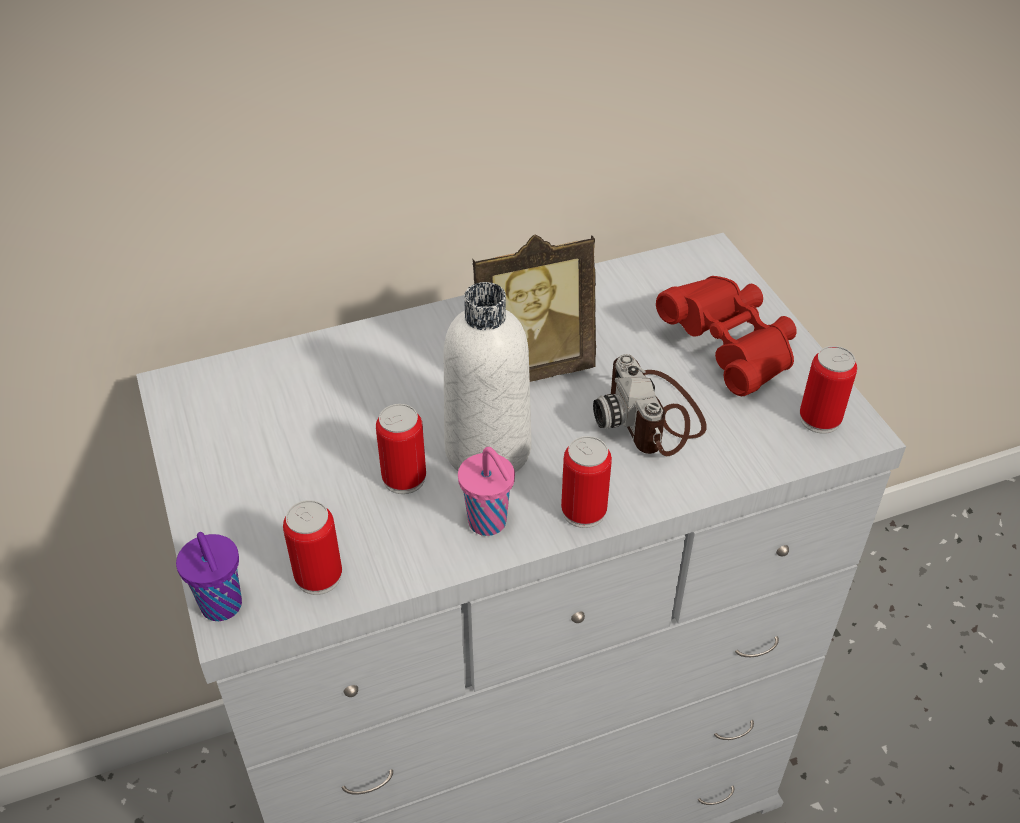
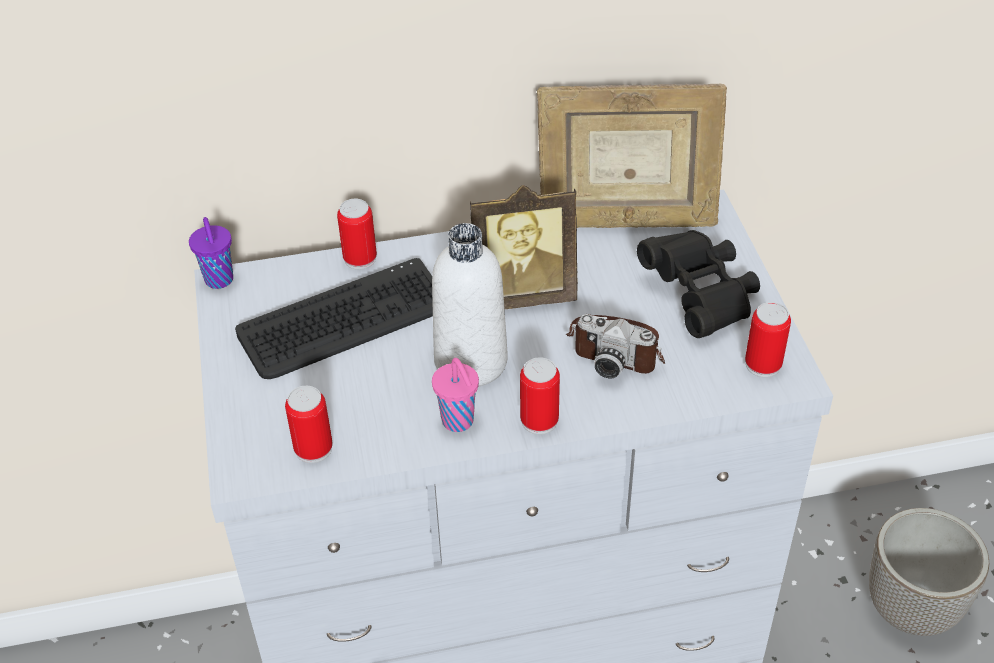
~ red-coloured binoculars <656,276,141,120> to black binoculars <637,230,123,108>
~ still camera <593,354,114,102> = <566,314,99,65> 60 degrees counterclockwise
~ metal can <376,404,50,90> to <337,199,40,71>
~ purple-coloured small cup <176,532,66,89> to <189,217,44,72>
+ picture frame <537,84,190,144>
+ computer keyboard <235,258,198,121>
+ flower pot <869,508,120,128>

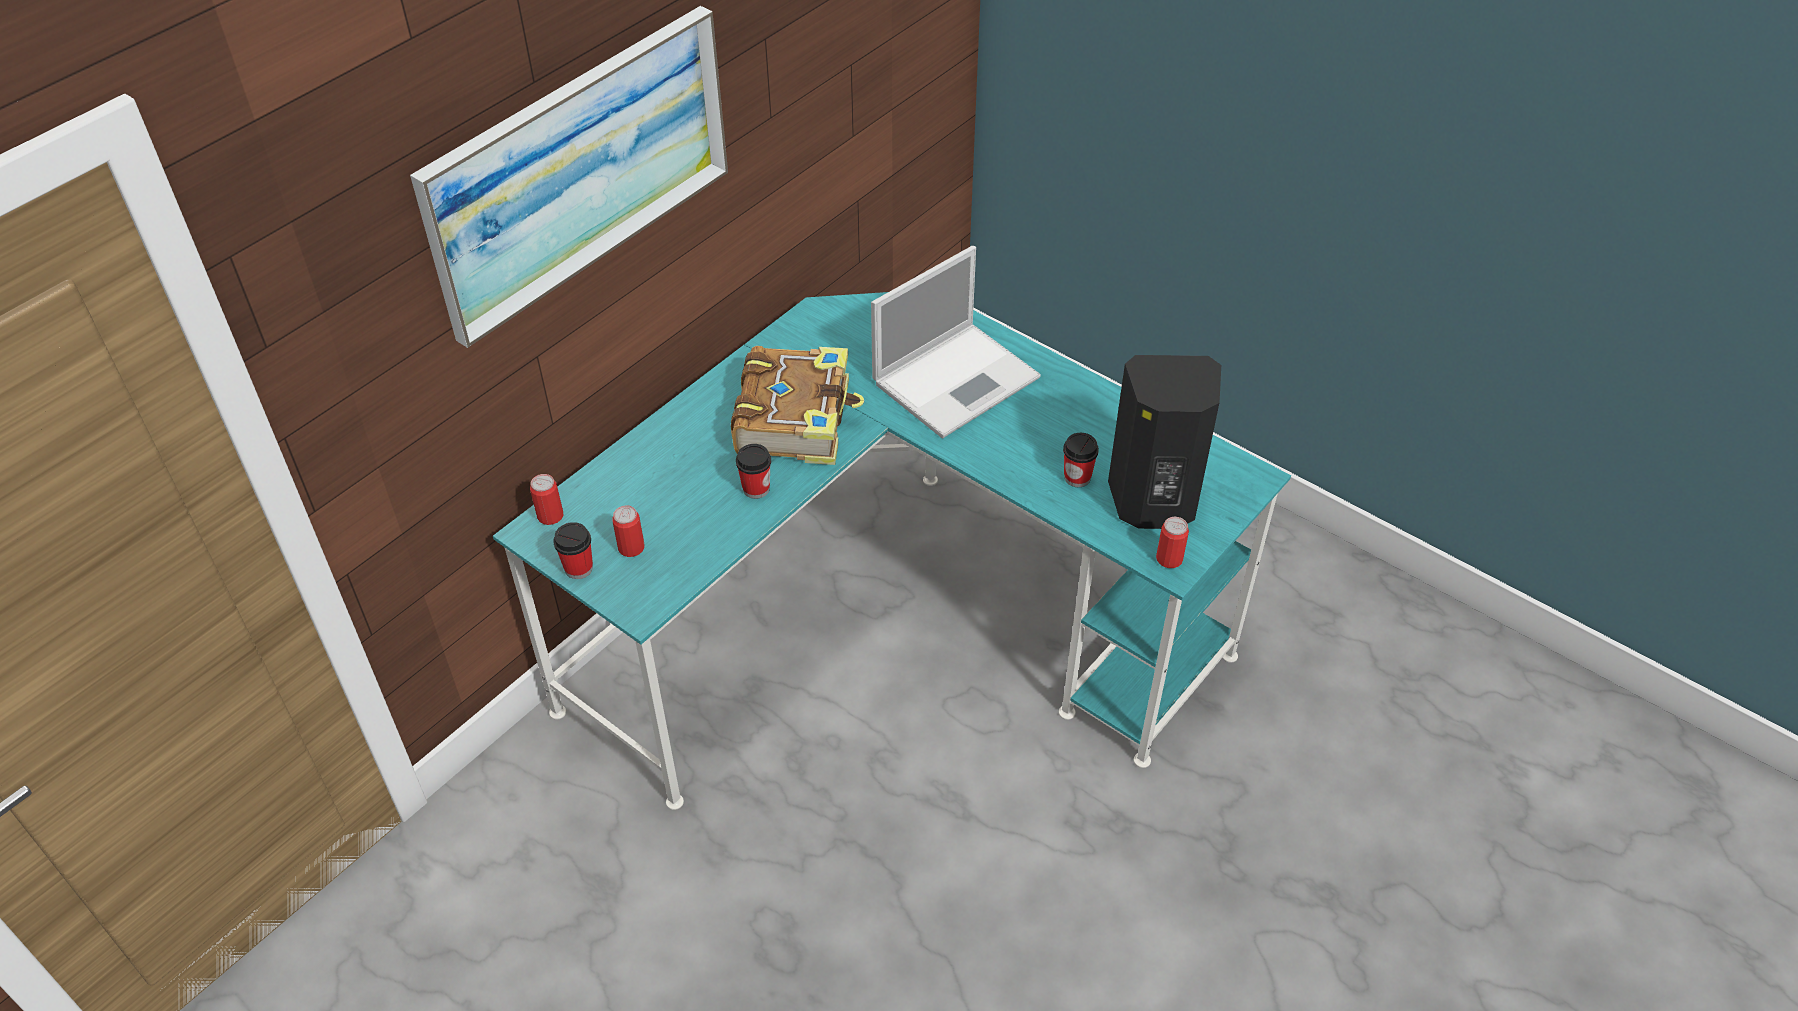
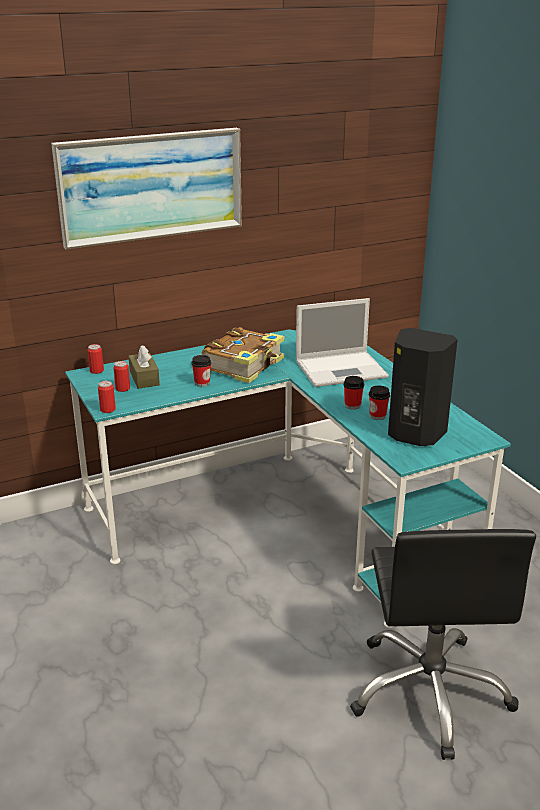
~ metal can <1156,517,33,51> to <98,381,18,32>
~ small cup <553,522,40,57> to <343,376,21,34>
+ brown-coloured tissue box <128,345,32,44>
+ black office chair <350,529,186,231>

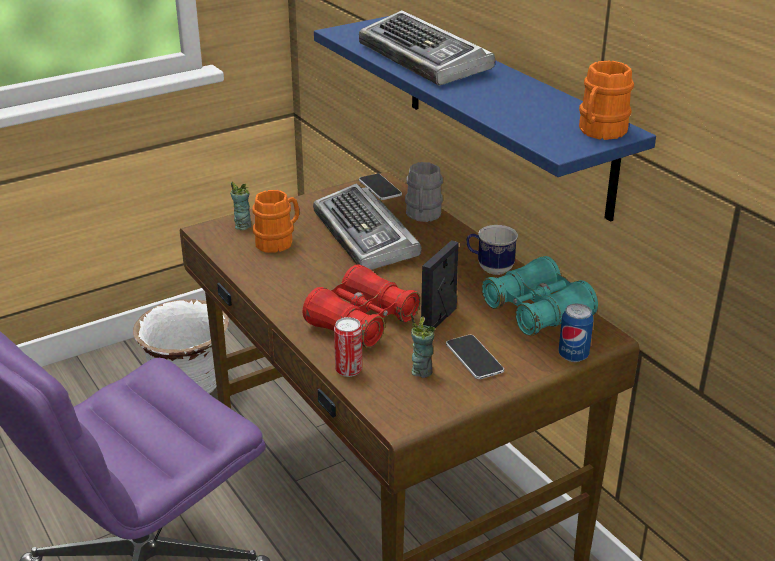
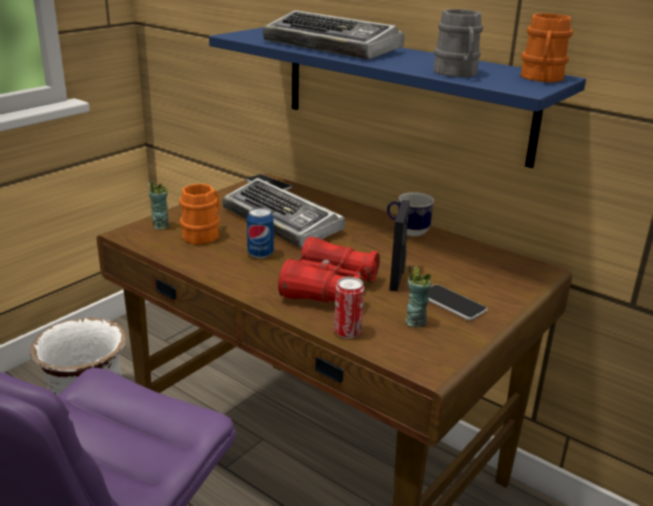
~ gray tea mug <405,162,38,60> to <434,9,49,68>
- turquoise binoculars <481,256,117,80>
~ metal can <559,303,34,59> to <247,207,27,51>

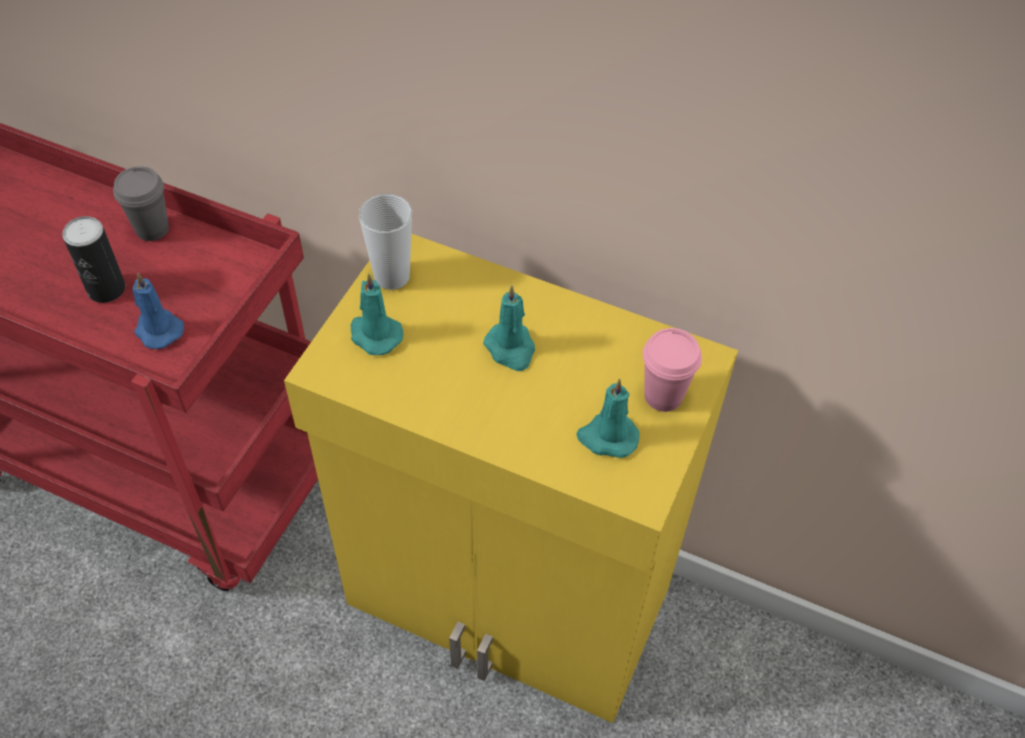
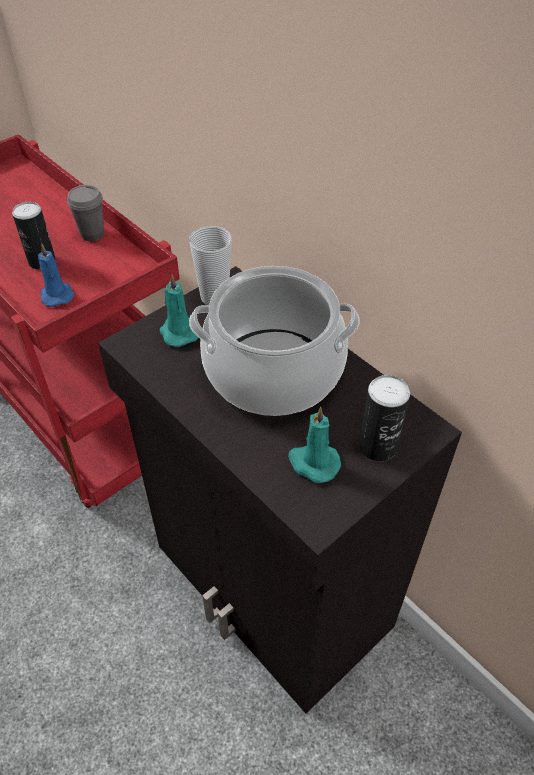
~ yellow-coloured cabinet <284,234,454,489> to black cabinet <98,266,364,448>
~ turquoise wax light <483,285,52,86> to saucepot <189,266,171,150>
~ pink small cup <643,328,59,84> to metal can <359,375,51,86>

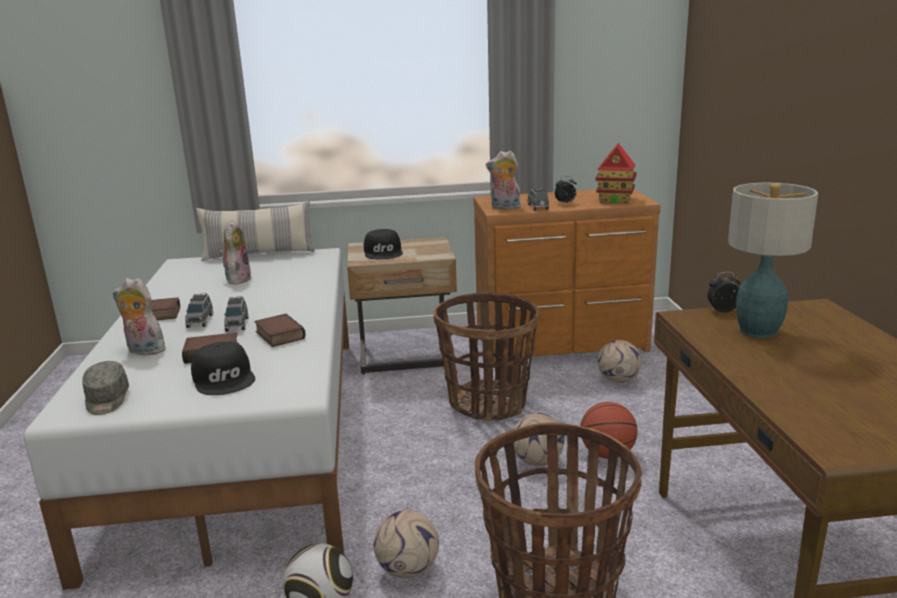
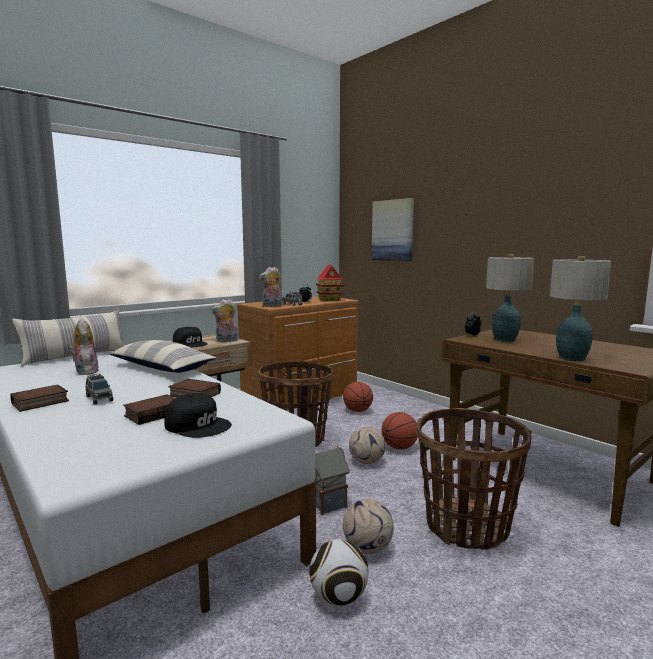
~ cuddly toy <113,278,53,77> to <211,299,27,43>
- gray toy car <224,296,25,36>
~ ball for football <597,340,45,43> to ball for basketball <343,382,30,30>
- gray cap <82,361,47,54>
+ wall art <372,198,42,63>
+ tabletop lamp <550,257,61,104>
+ cushion <109,340,107,33>
+ model house <314,446,36,69>

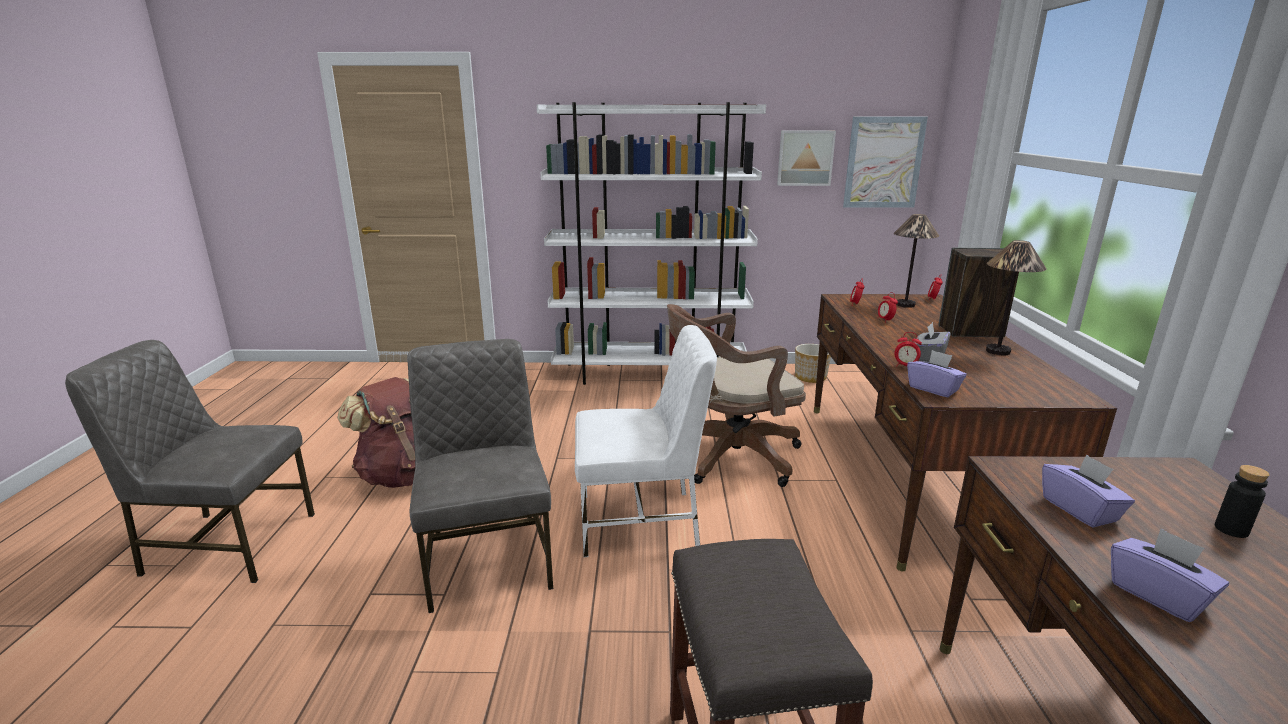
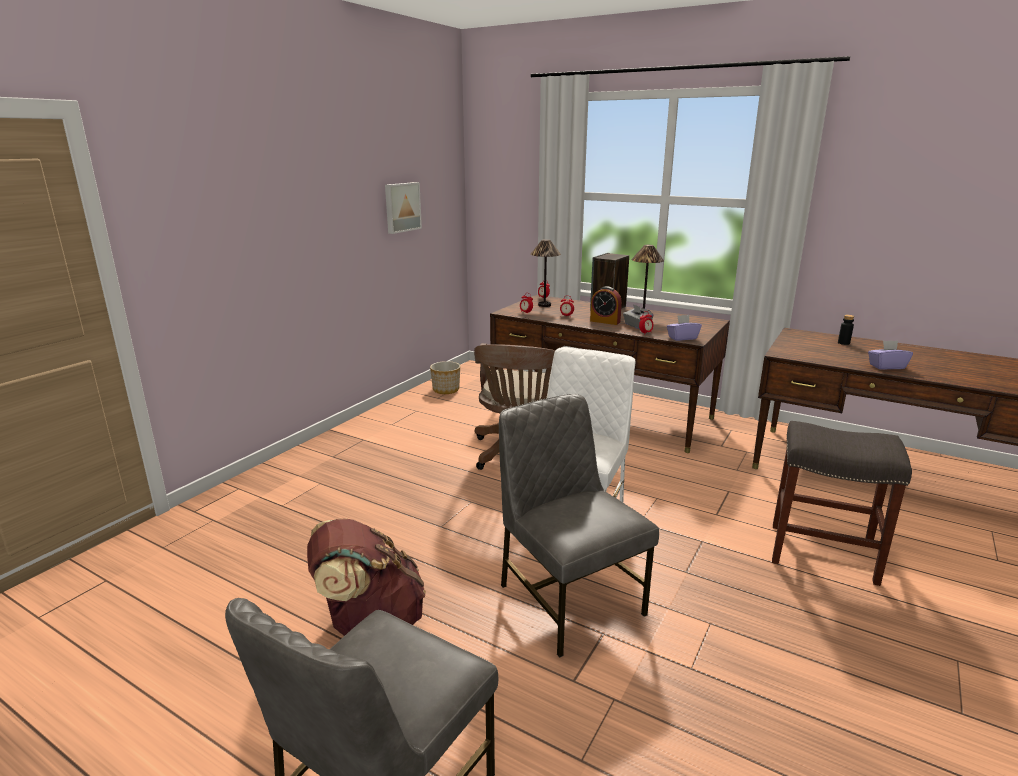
- white-coloured shelving unit <537,102,229,283>
- wall art <843,117,85,91>
~ gray plain chair <407,339,146,274> = <499,394,160,264> 45 degrees clockwise
- purple-coloured tissue box <1042,454,93,73>
+ bedside clock <590,286,32,39>

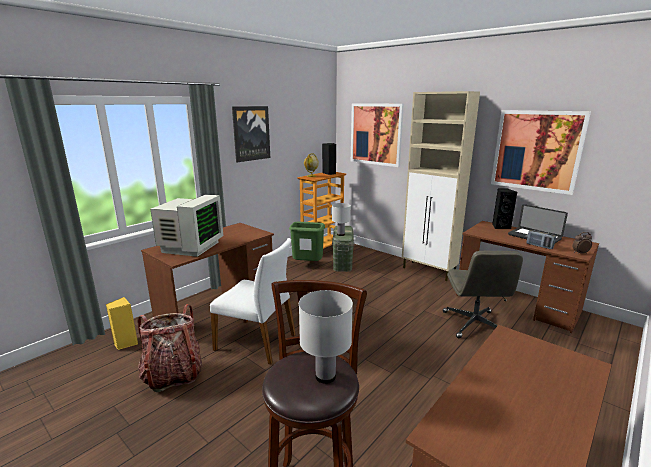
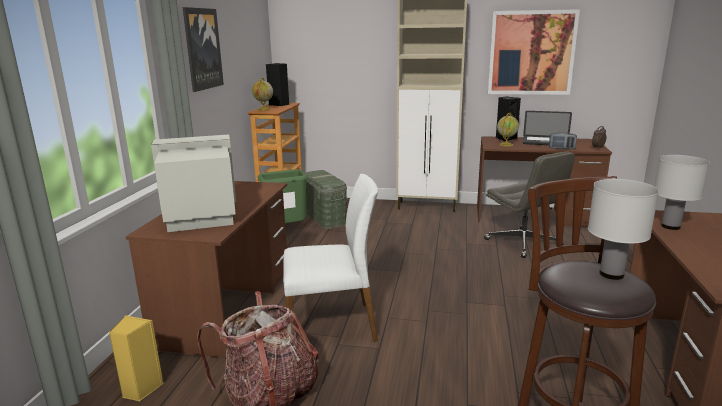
- wall art <351,103,53,64>
~ monitor <150,194,73,63> = <151,134,85,98> 90 degrees counterclockwise
~ white-coloured tabletop lamp <332,203,19,33> to <654,155,56,75>
+ world globe <497,113,22,33>

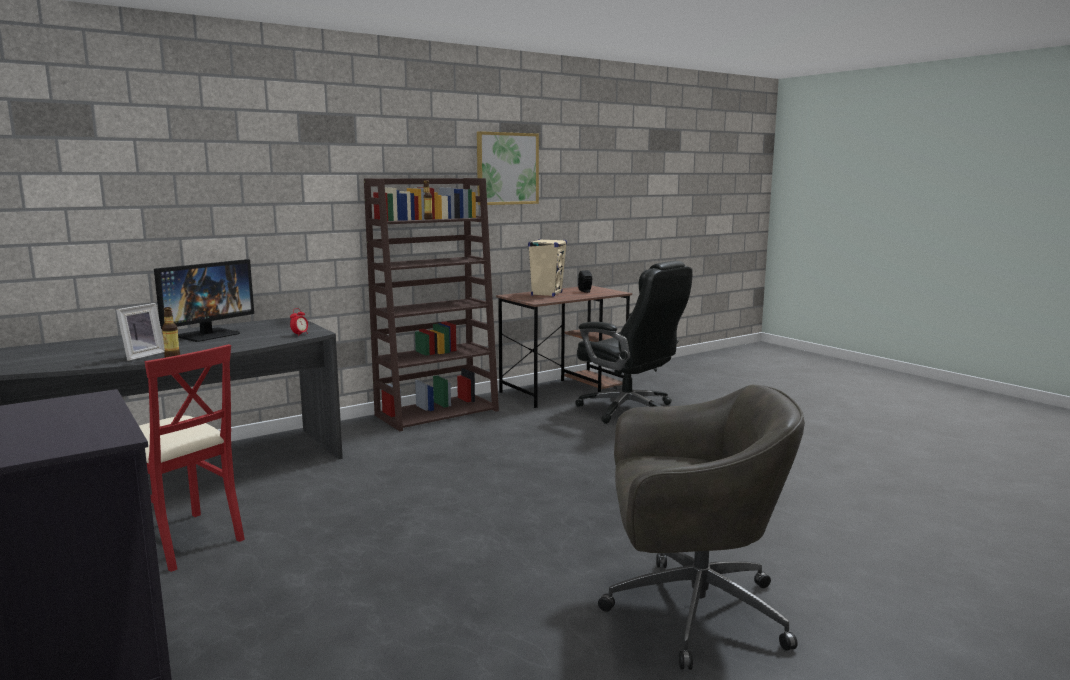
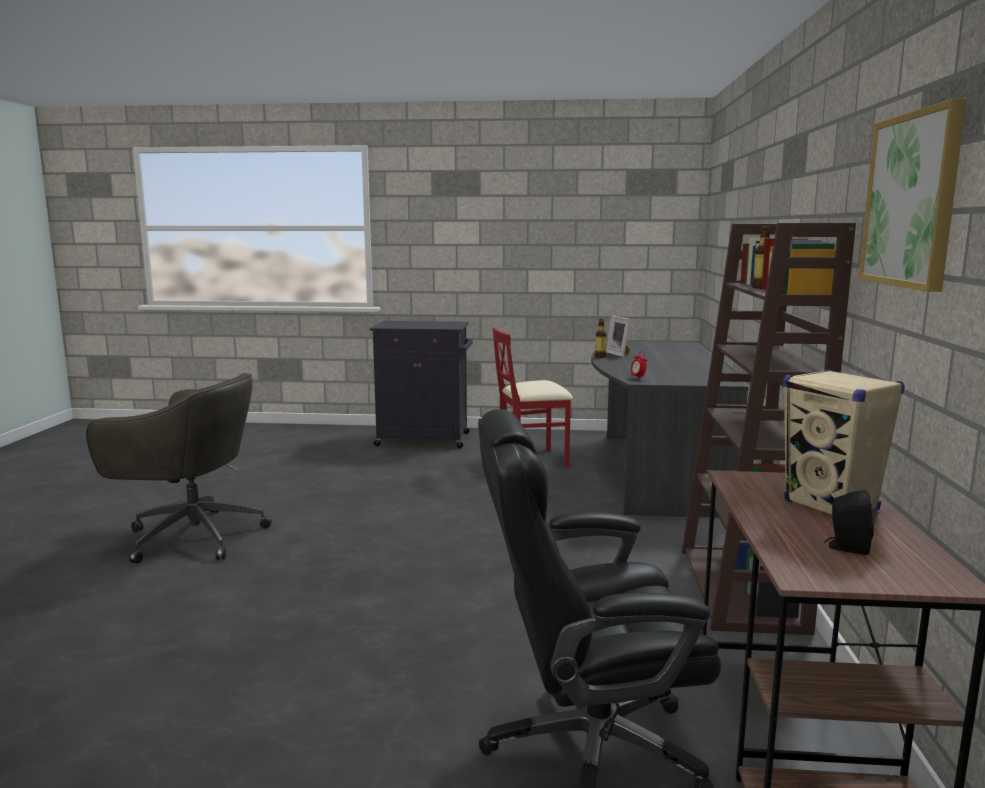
- monitor <154,259,100,83>
~ gray office chair <598,385,207,285> = <86,373,186,190> 120 degrees counterclockwise

